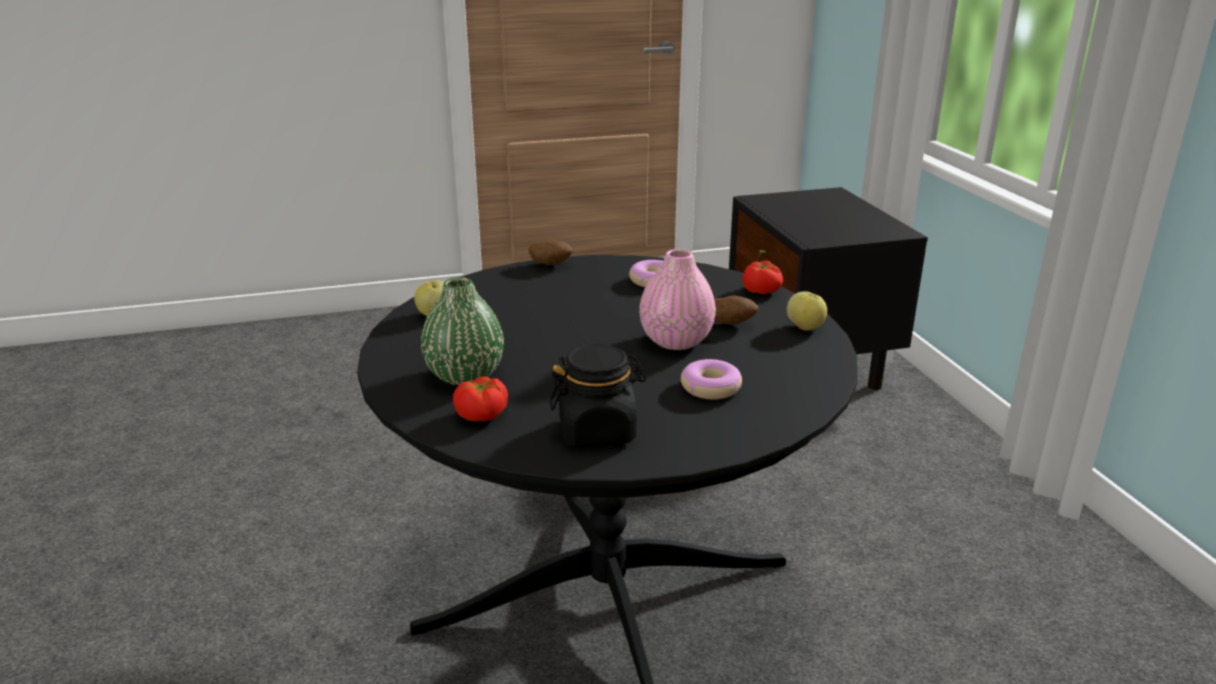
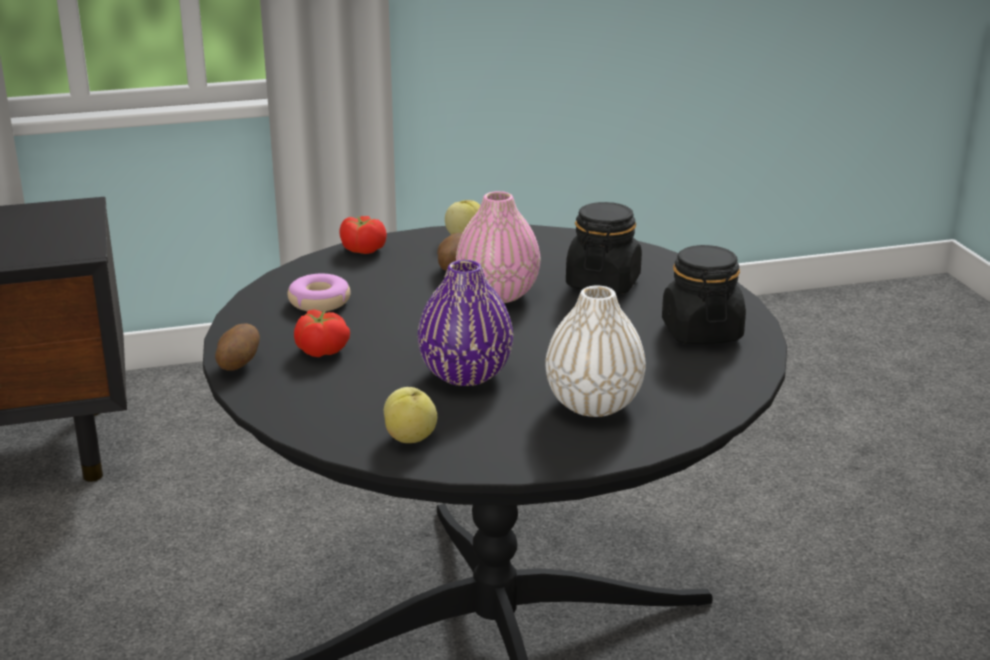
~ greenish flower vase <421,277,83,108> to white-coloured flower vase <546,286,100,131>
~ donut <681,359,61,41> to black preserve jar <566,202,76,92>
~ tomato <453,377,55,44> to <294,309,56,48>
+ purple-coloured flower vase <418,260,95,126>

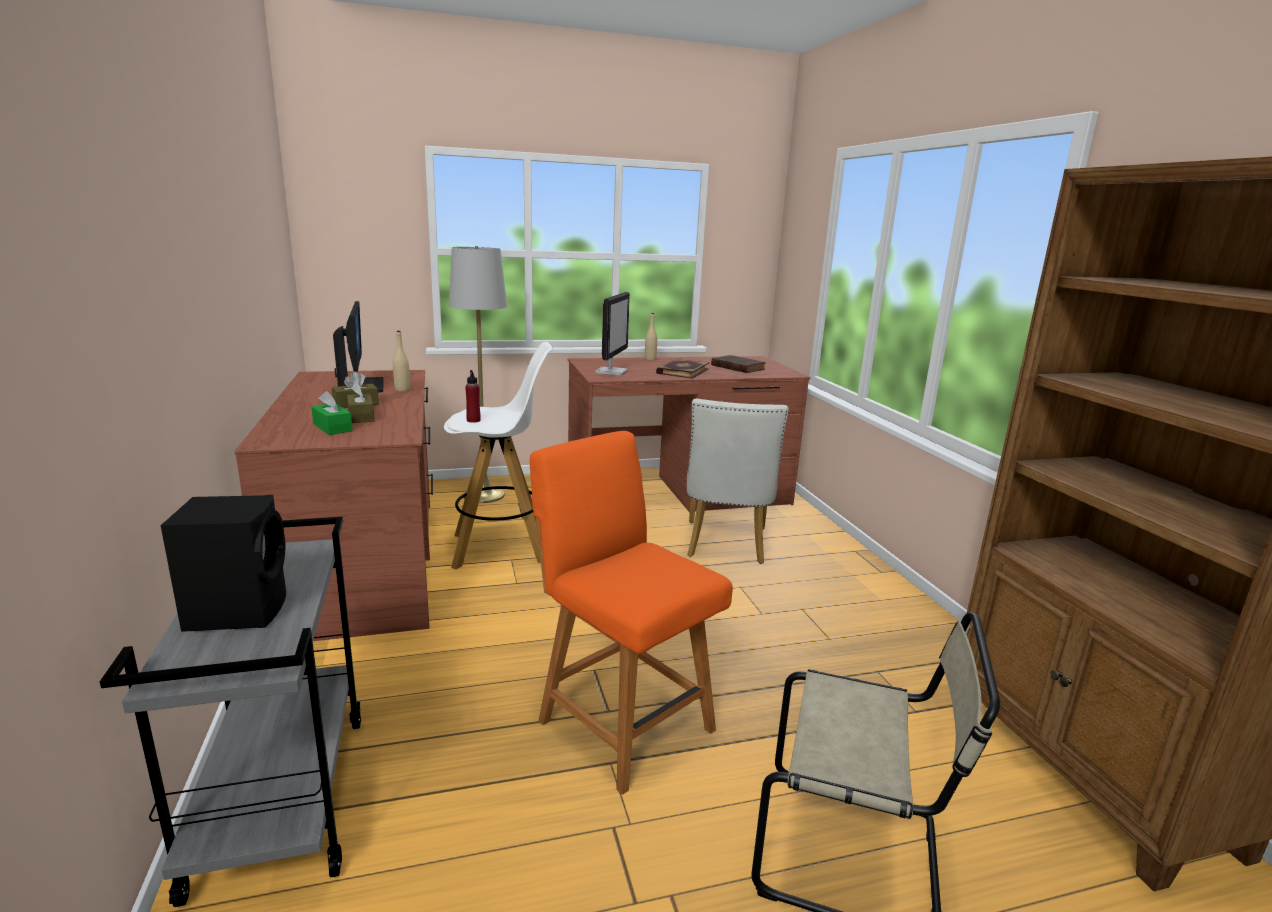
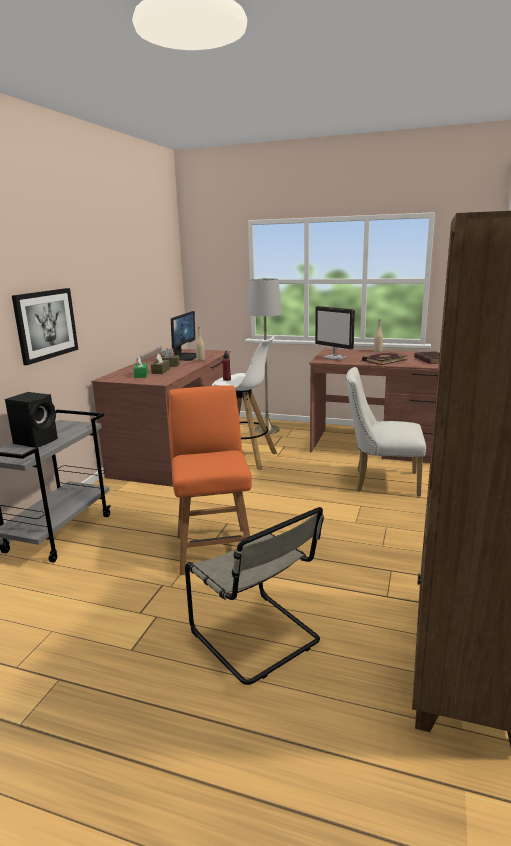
~ monitor <595,292,35,83> = <315,306,40,54> 90 degrees clockwise
~ white-coloured plain chair <687,399,102,165> = <346,367,80,129> 60 degrees clockwise
+ wall art <12,288,66,77>

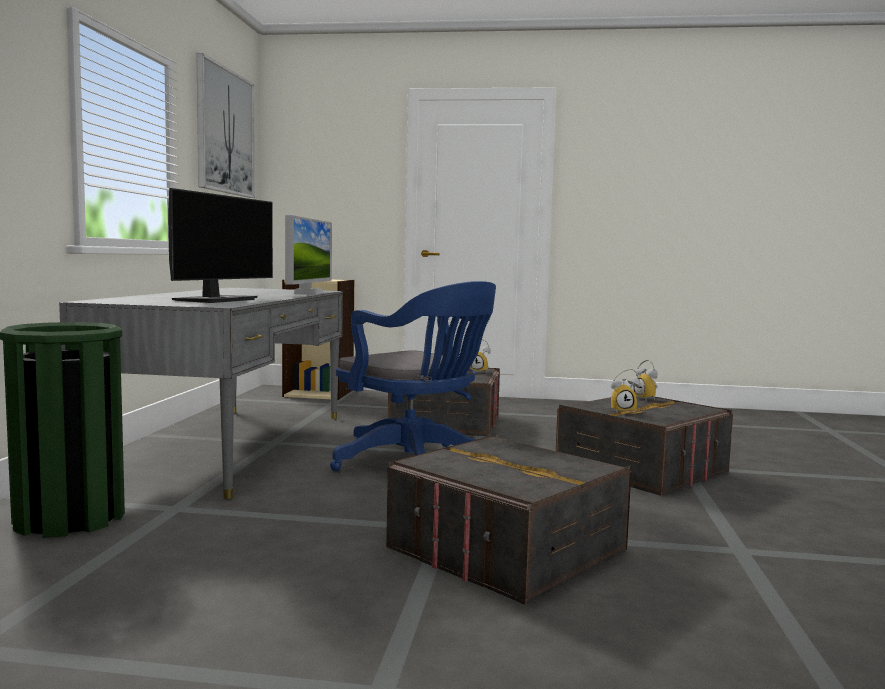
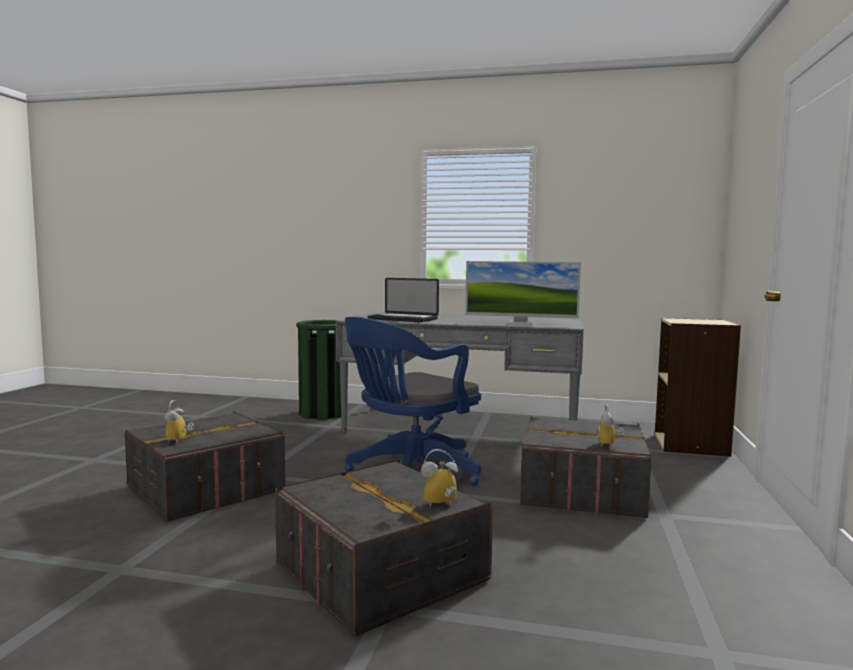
- wall art <196,53,59,145>
~ monitor <168,188,105,115> to notebook computer <367,278,72,44>
~ bedside clock <611,369,29,44> to <164,400,30,44>

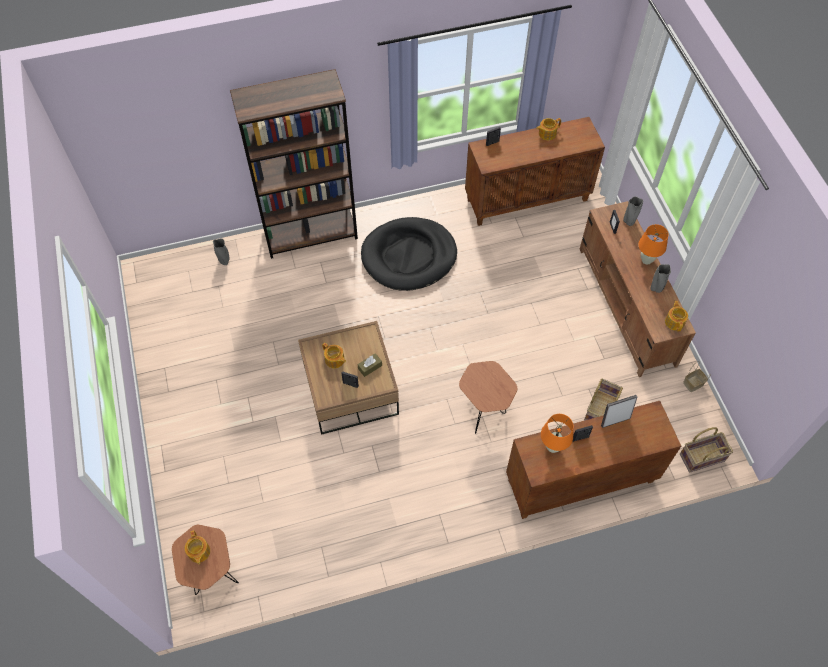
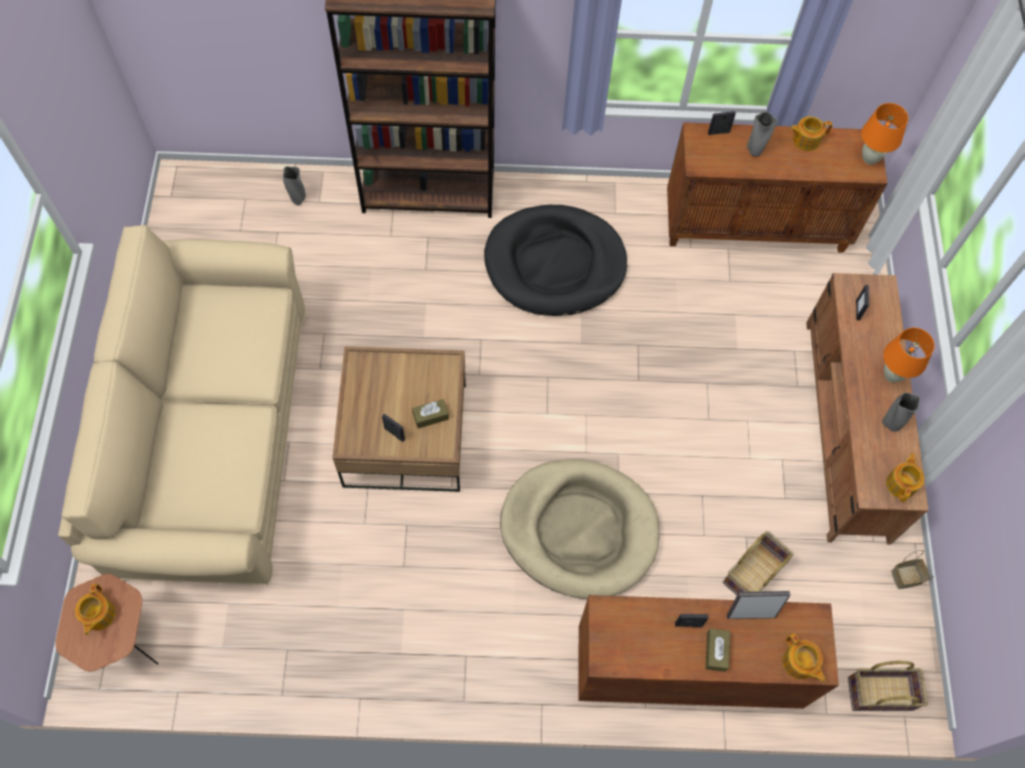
~ gray flower vase <623,196,20,30> to <747,112,31,45>
~ tea pot <322,343,24,25> to <783,633,42,49>
~ brown-coloured side table <459,361,58,73> to beige dog bed <500,459,160,140>
~ orange-coloured tabletop lamp <541,414,32,39> to <861,103,47,62>
+ beige sofa <58,225,248,360>
+ brown-coloured tissue box <706,628,24,44>

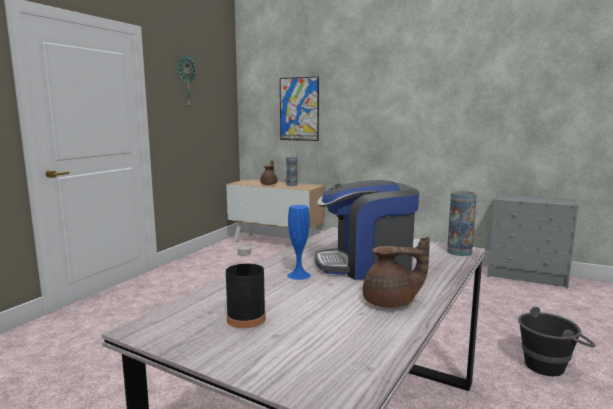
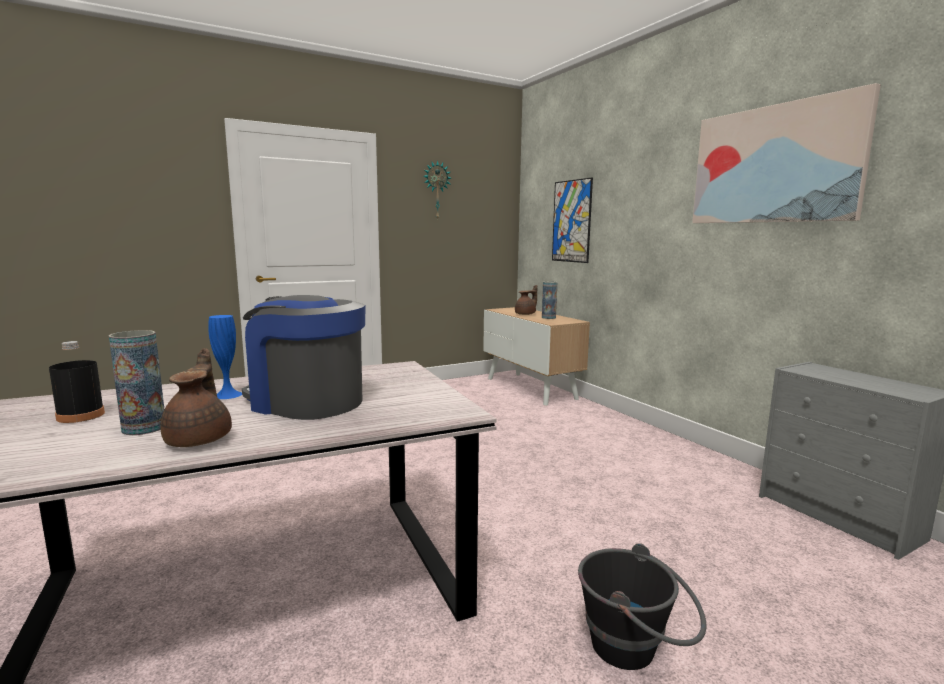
~ flower vase <447,191,30,65> to <109,330,55,105>
~ brown-coloured tea pot <363,236,67,72> = <161,348,71,99> 135 degrees counterclockwise
+ wall art <692,83,189,140>

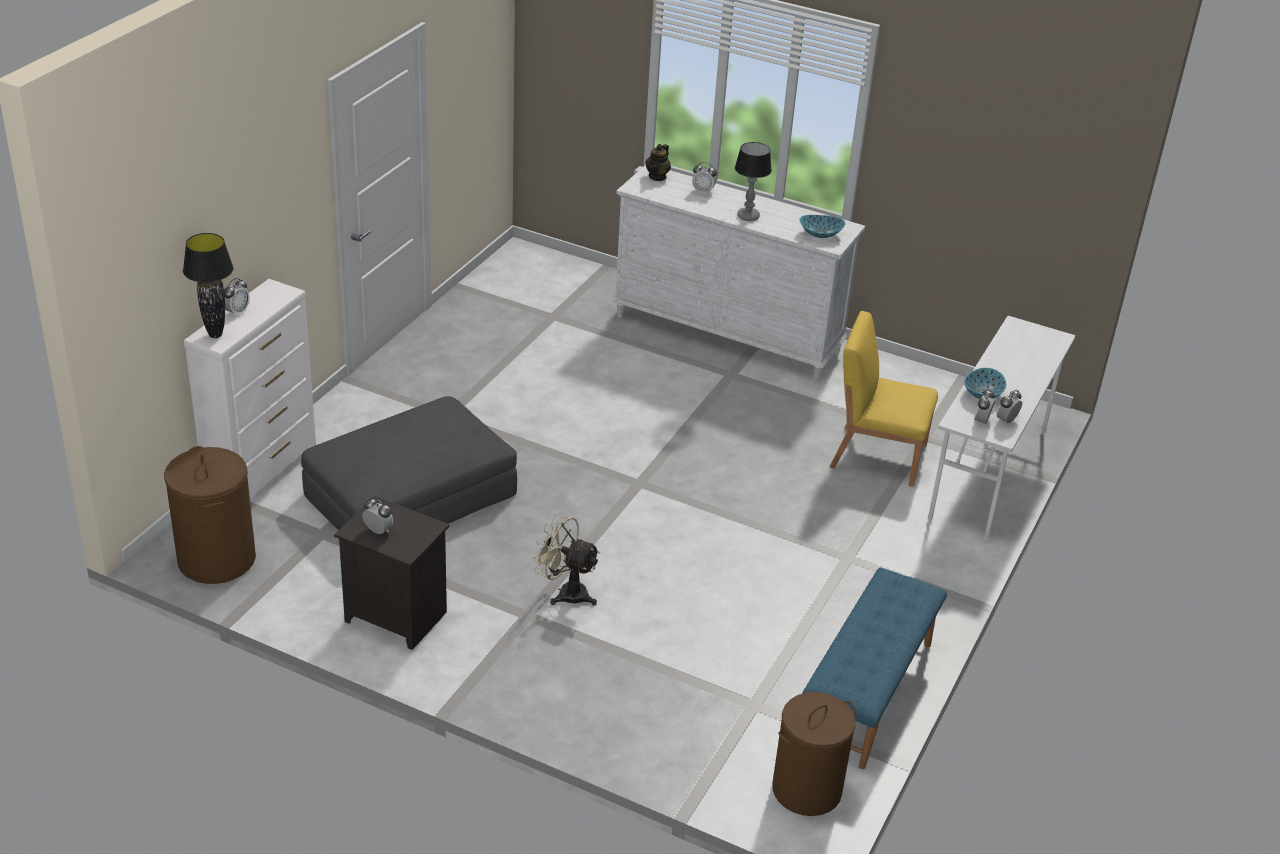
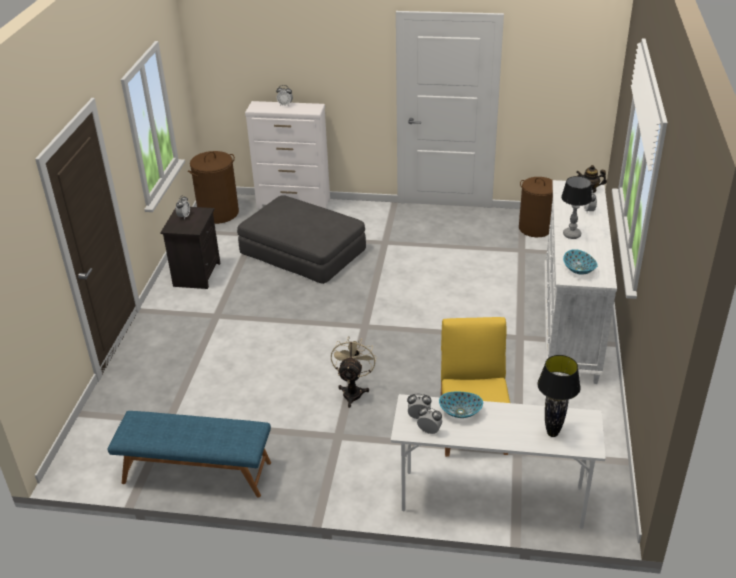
~ black tabletop lamp <183,233,51,105> to <537,355,44,82>
~ beige fan <532,514,68,92> to <331,336,46,72>
~ brown-coloured laundry basket <772,692,84,124> to <519,177,34,60>

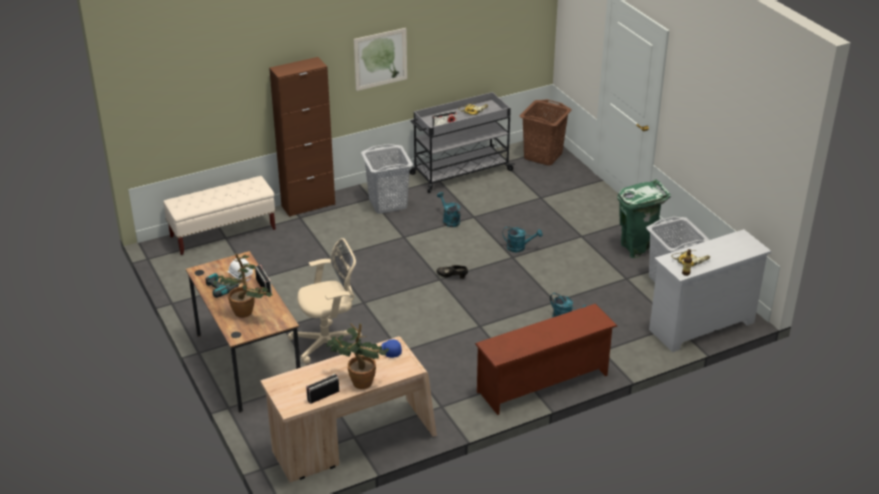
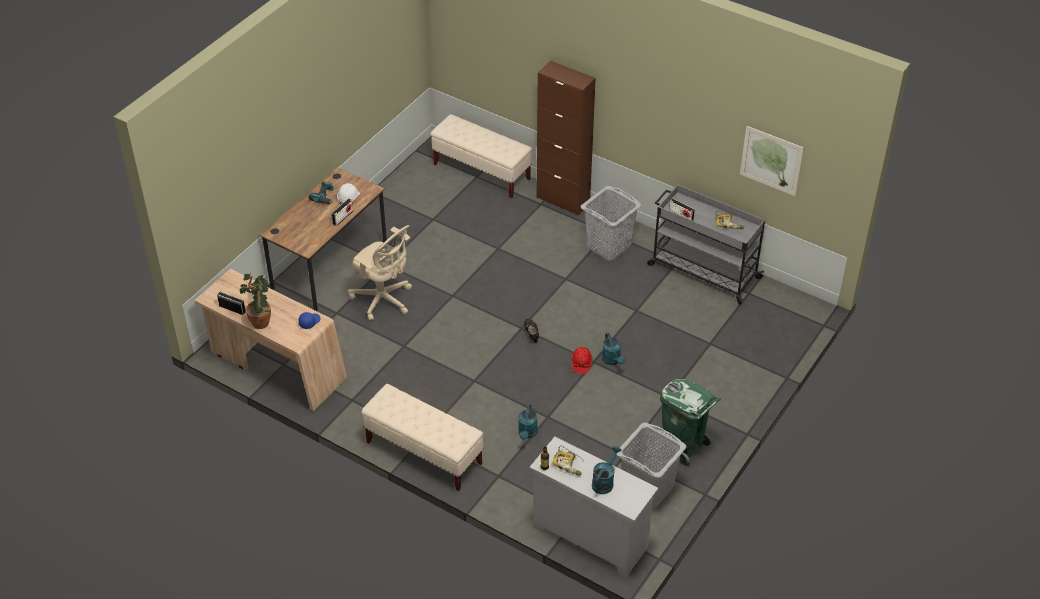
~ wall art <354,28,53,63> to <740,126,64,70>
- brown-coloured laundry basket <519,99,53,67>
~ turquoise watering can <437,192,23,35> to <592,446,29,48>
- potted plant <213,253,60,65>
~ brown-coloured shoe stand <475,304,142,111> to beige bench <362,384,122,107>
+ red-coloured safety helmet <571,347,21,27>

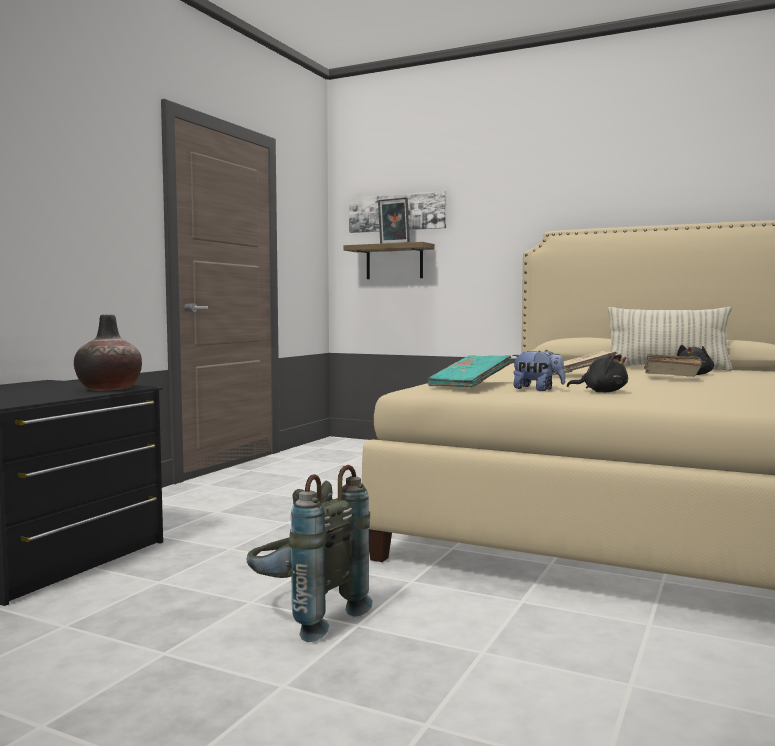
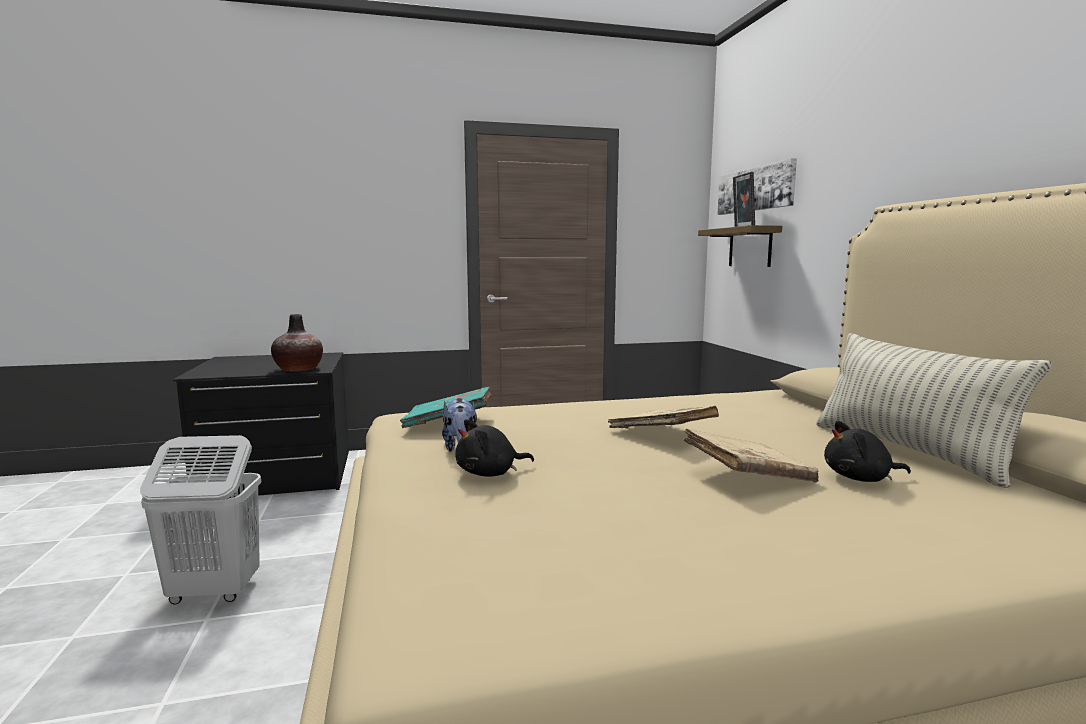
~ black cuddly toy <567,354,61,38> = <455,419,79,58> 75 degrees clockwise
~ gray rucksack <247,465,126,177> to white-coloured laundry basket <140,435,121,170>

